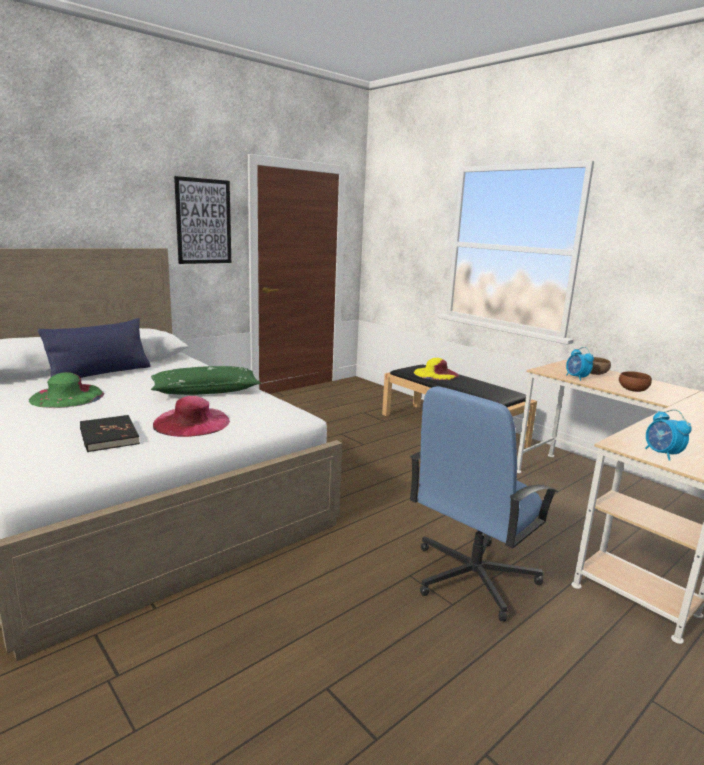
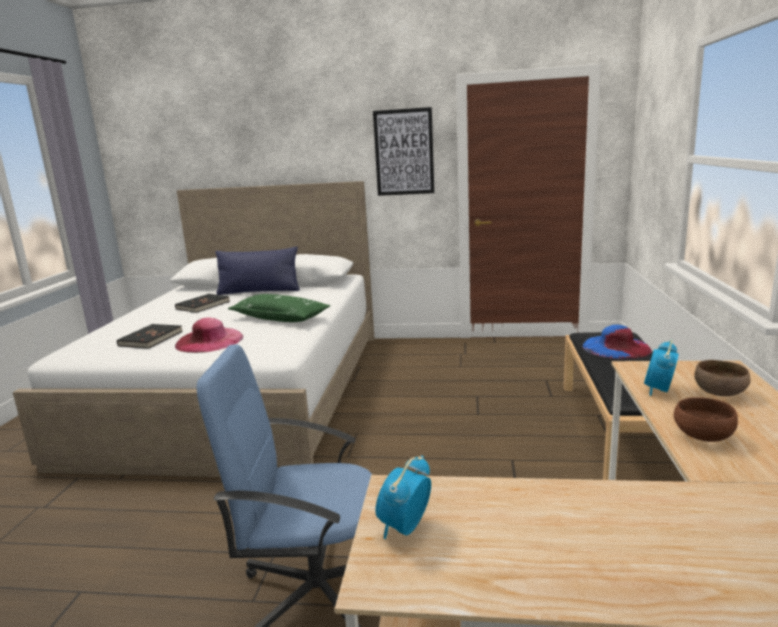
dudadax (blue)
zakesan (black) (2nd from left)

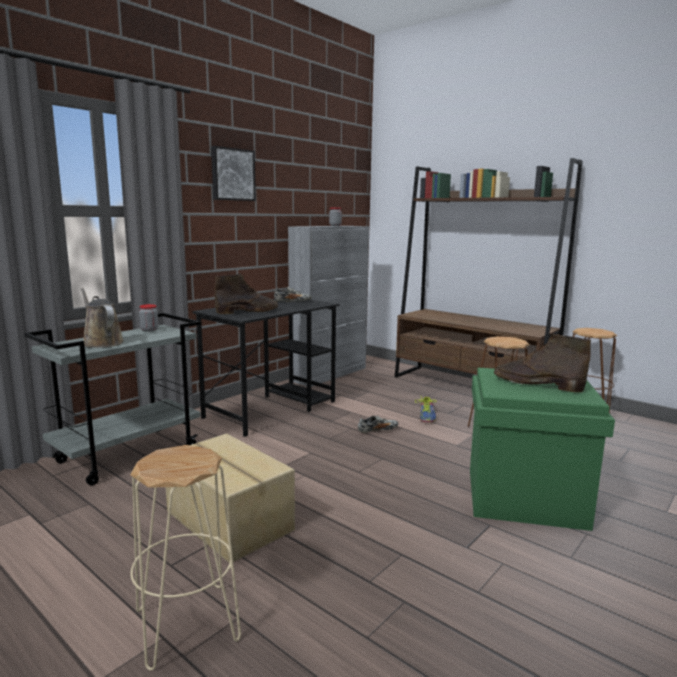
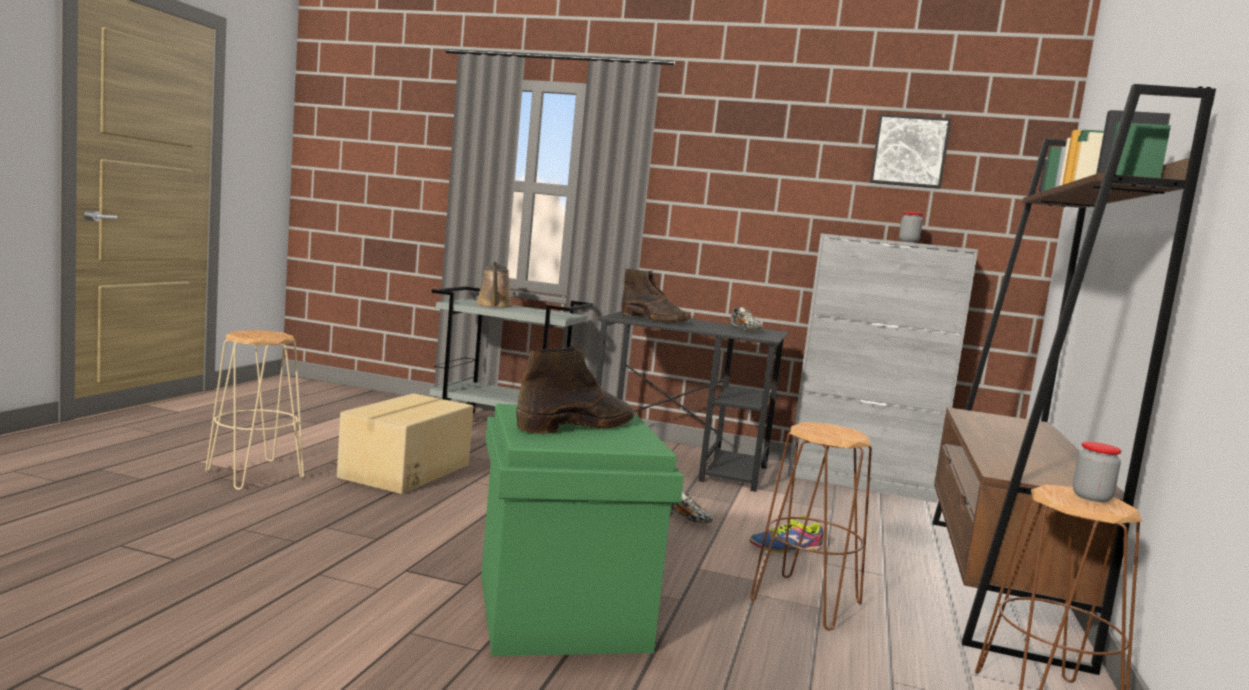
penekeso
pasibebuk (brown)
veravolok (2nd from left)
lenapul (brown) (1st from left)

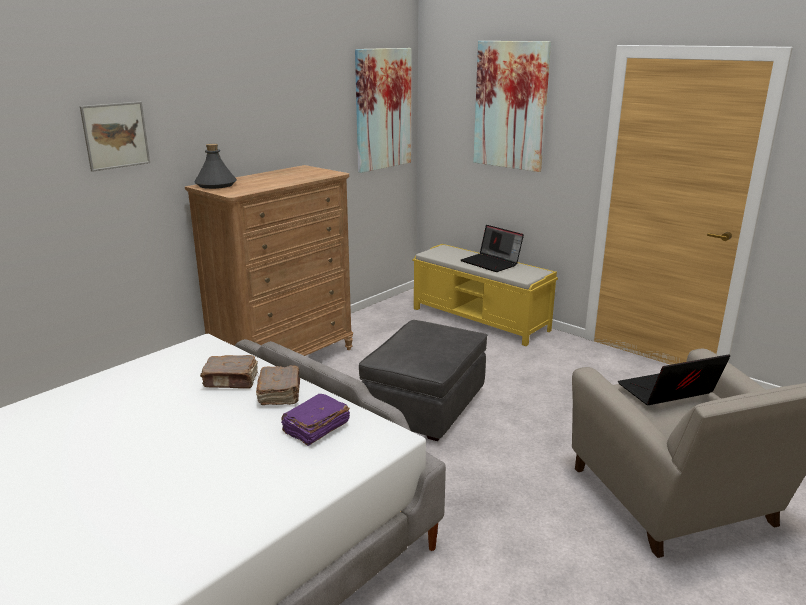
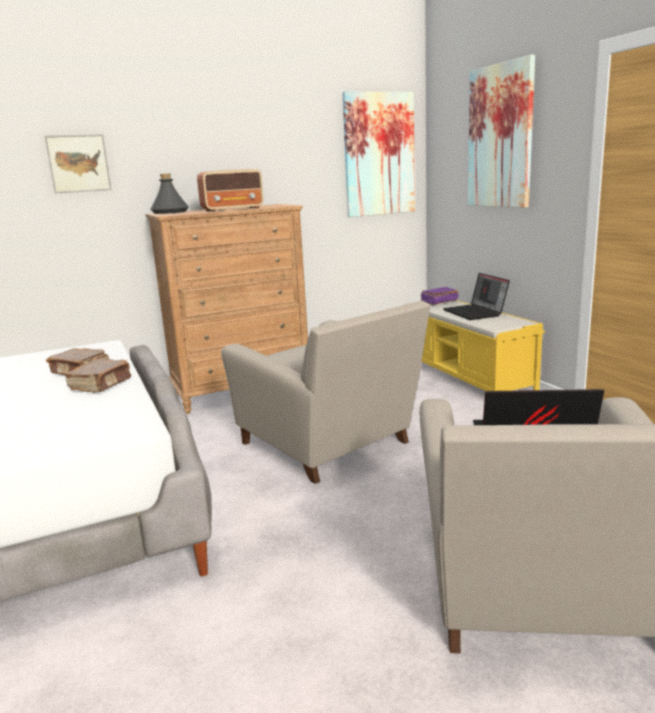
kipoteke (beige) (1st from left)
zakesan (purple)
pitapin

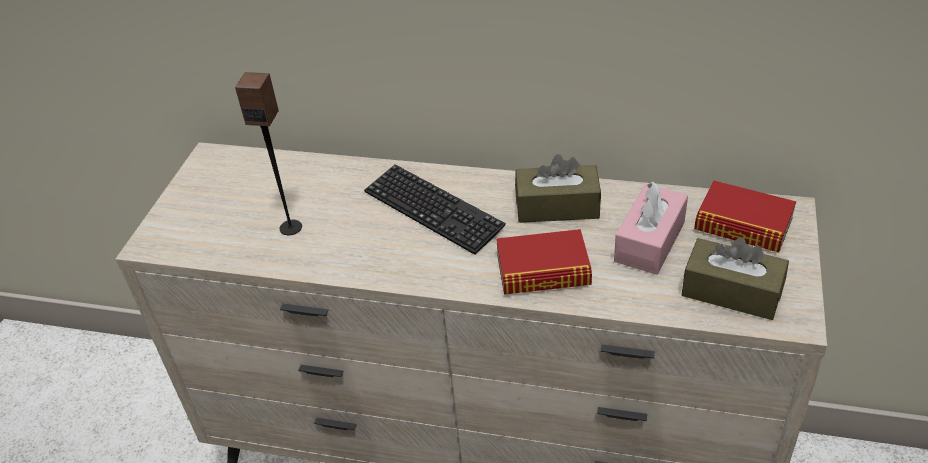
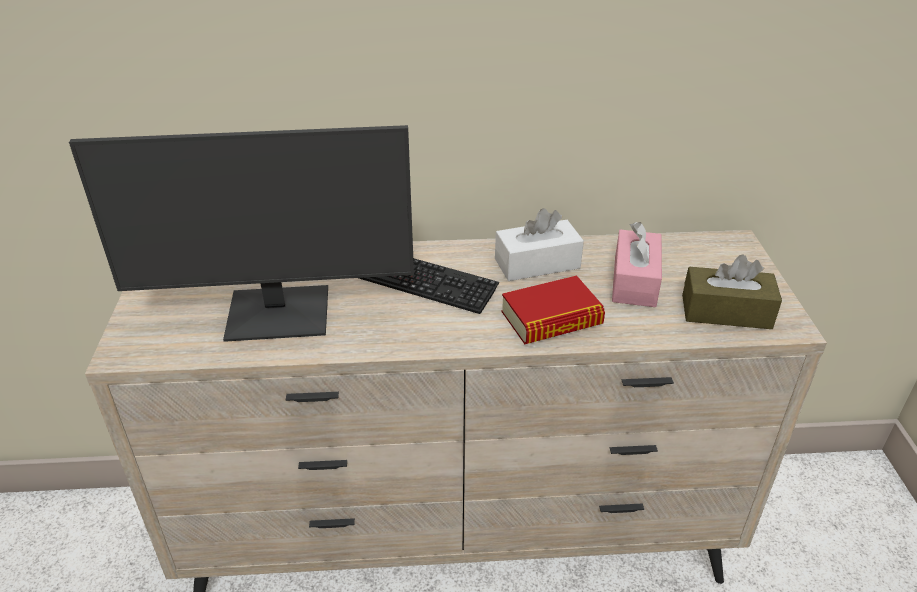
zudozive
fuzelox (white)
zakesan (2nd from left in the first image)

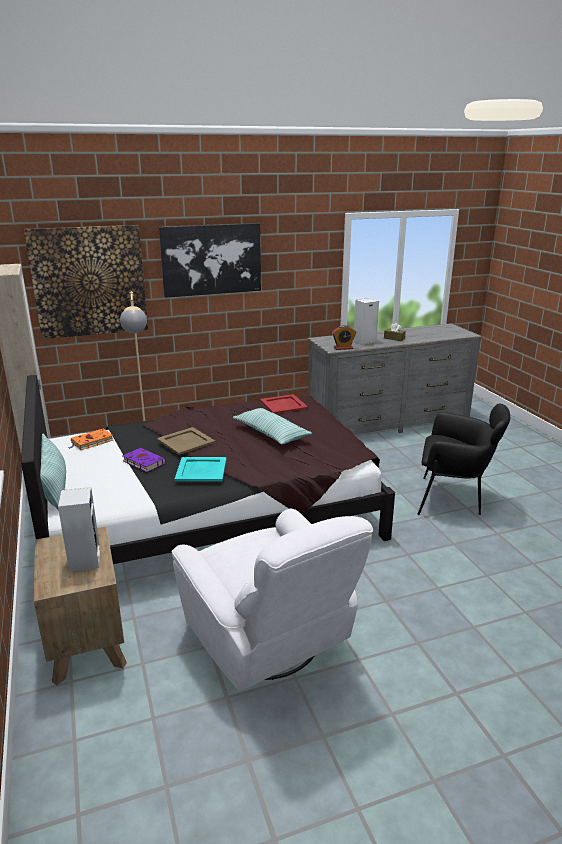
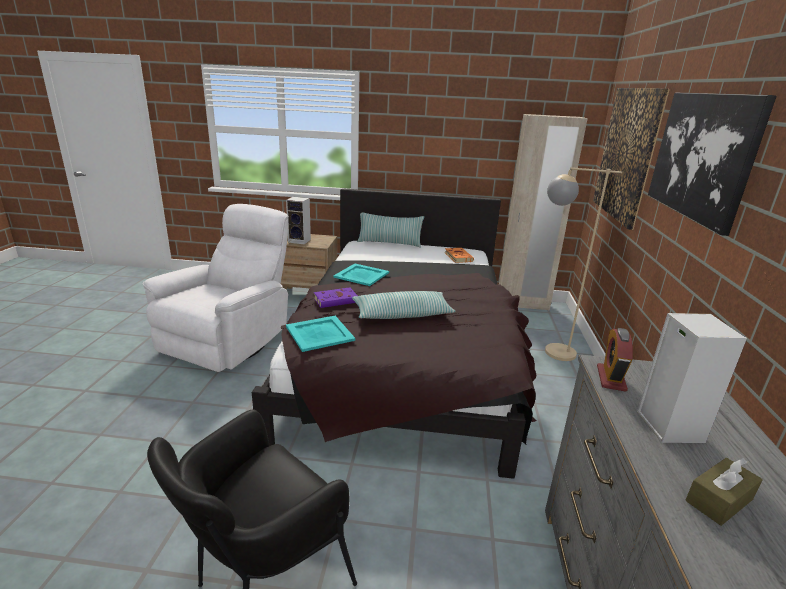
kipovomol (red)
kipovomol (beige)
zakesan (purple)
kipoteke (white)
kipovomol (turquoise) (1st from left)

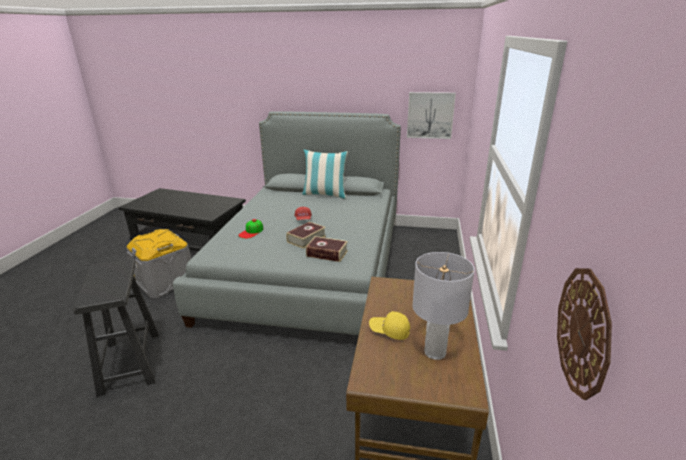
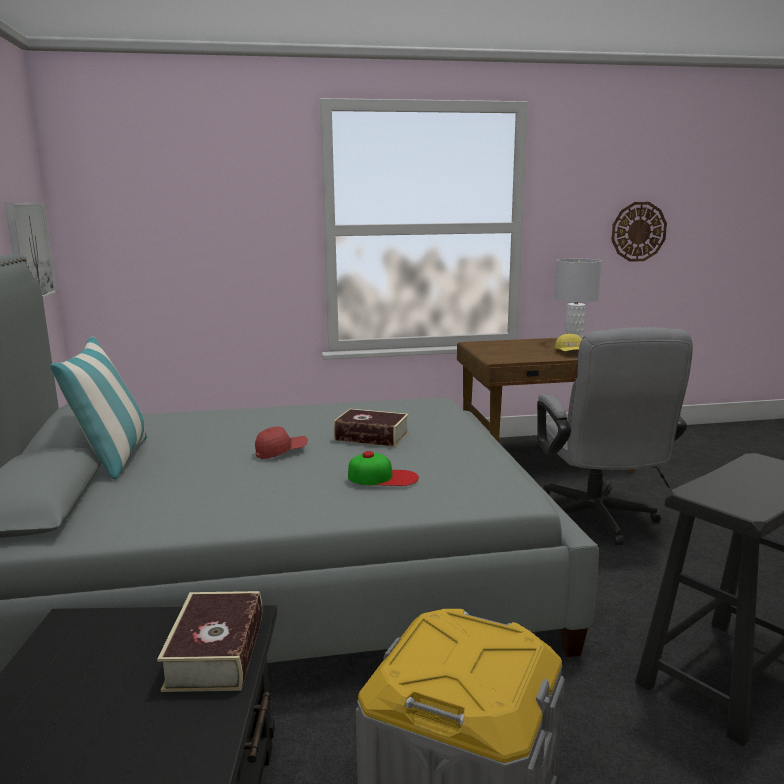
zakesan (1st from left)
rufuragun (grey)

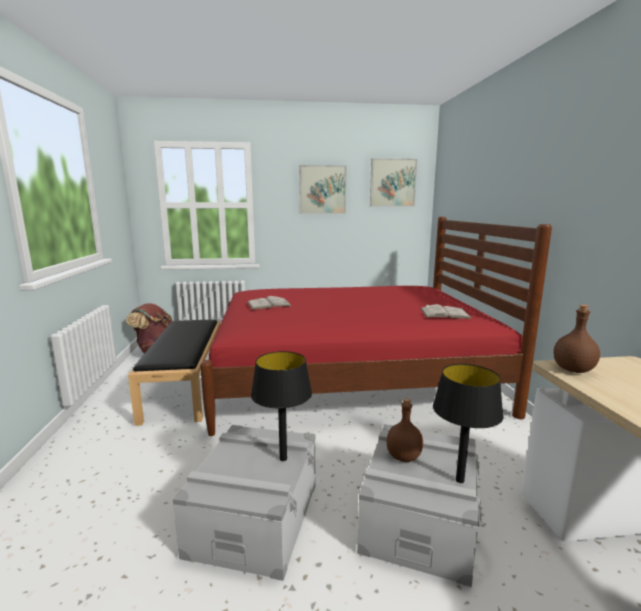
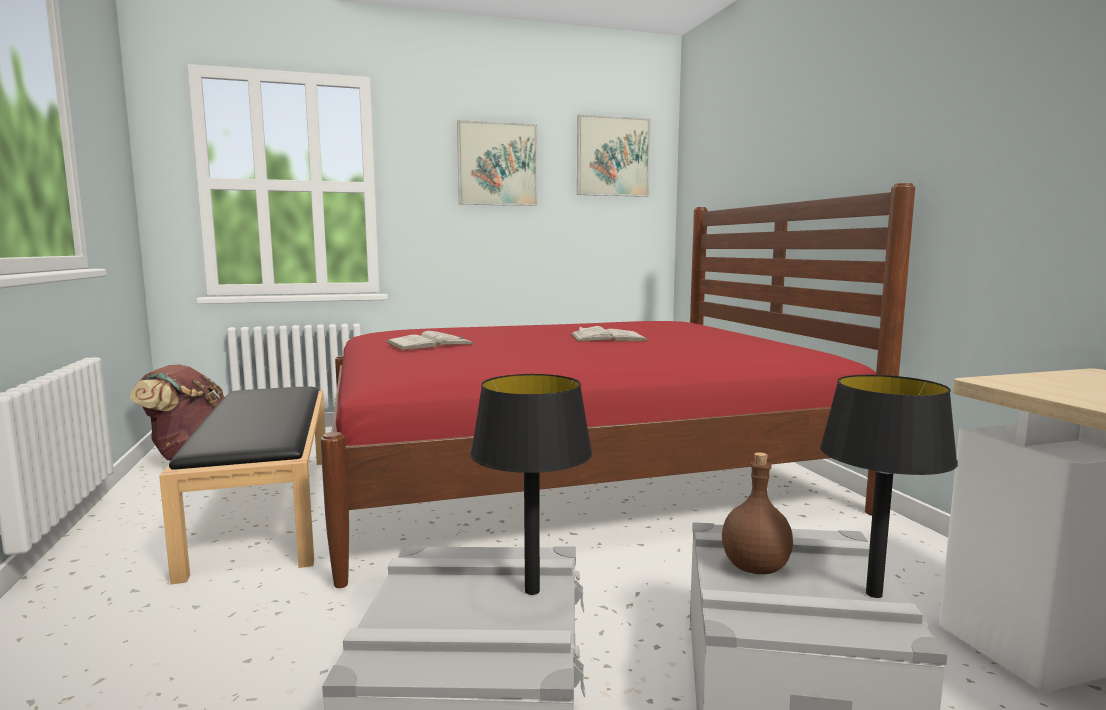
zakesan (white) (2nd from left)
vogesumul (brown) (2nd from left in the first image)

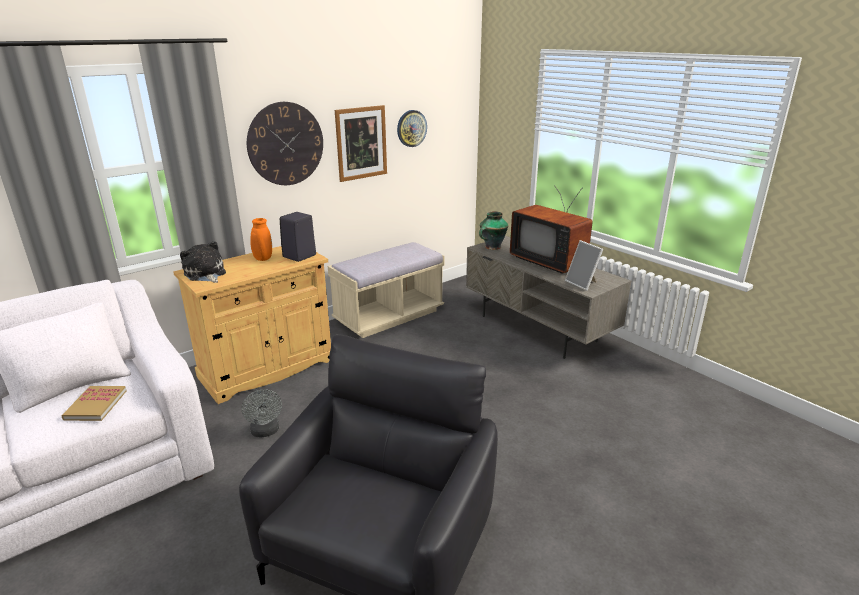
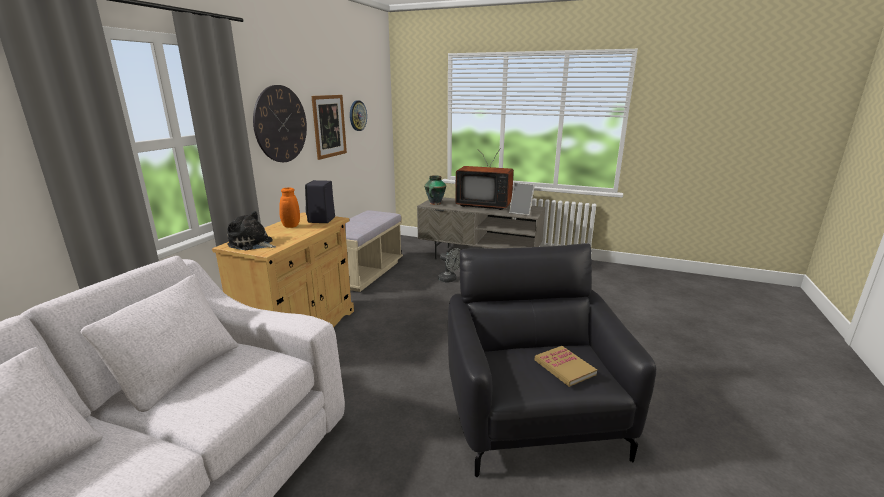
zakesan
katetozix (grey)

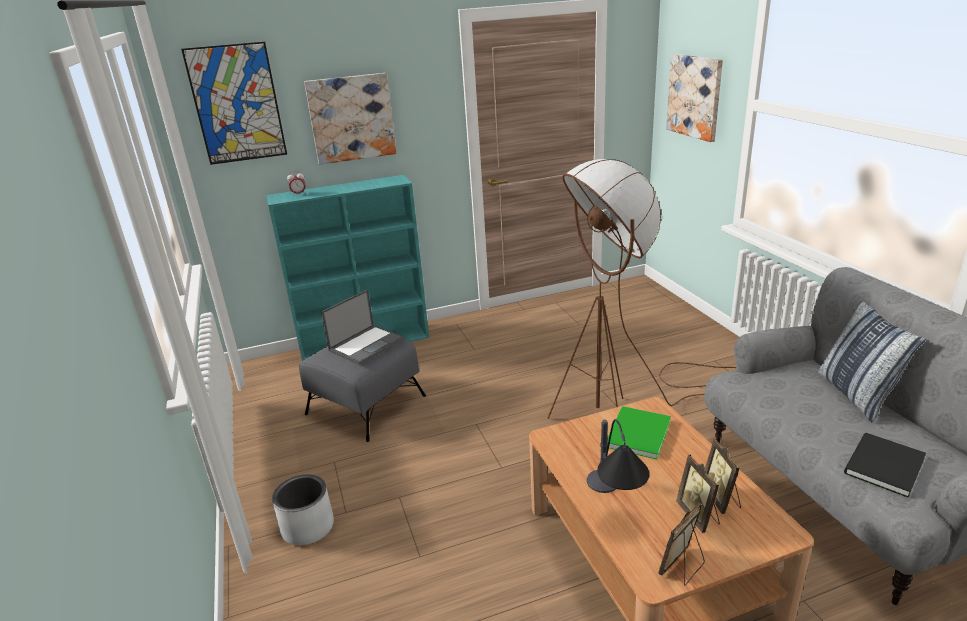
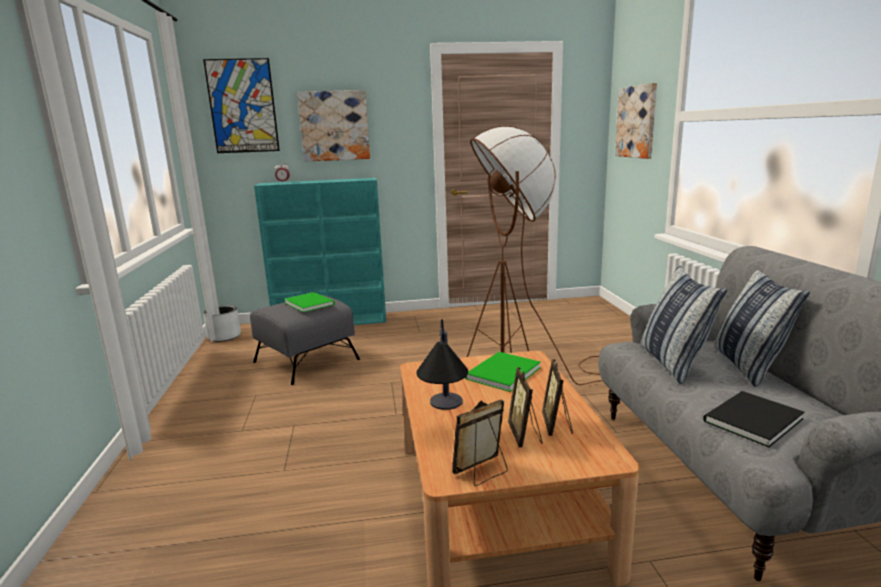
zakesan (green) (1st from left)
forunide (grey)
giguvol (1st from left)

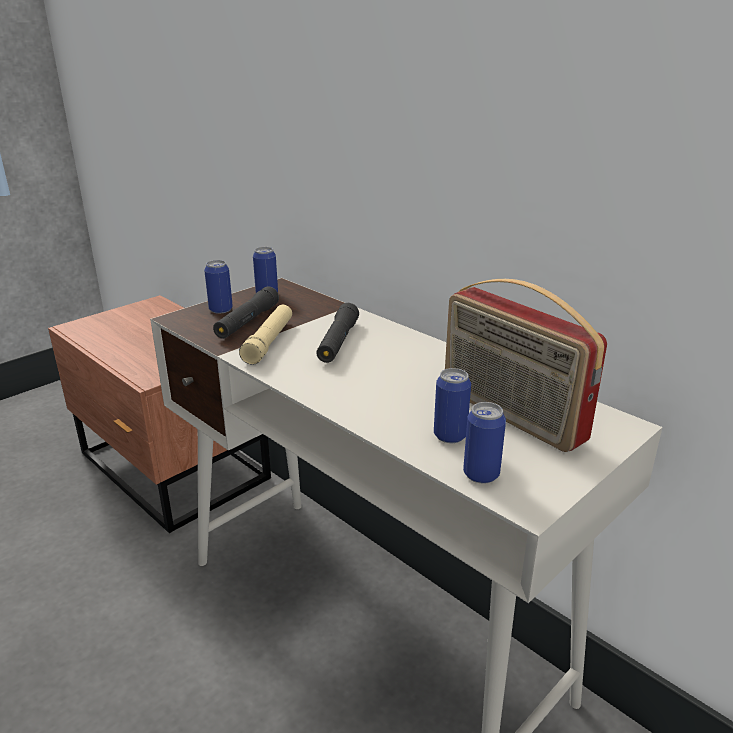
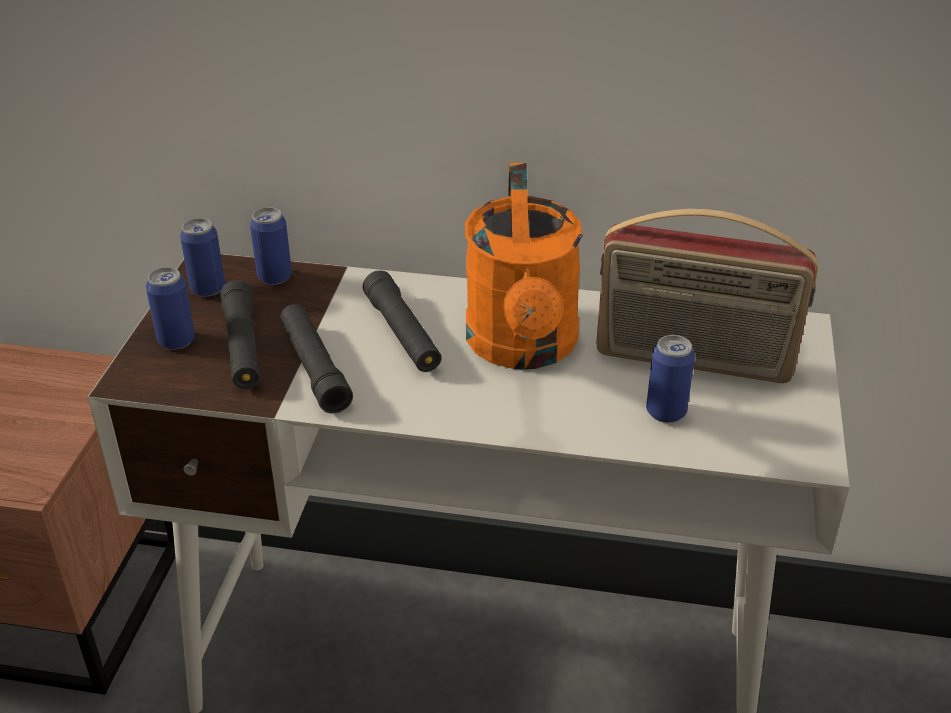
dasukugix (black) (2nd from left)
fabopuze (3rd from left)
pasibebuk (orange)

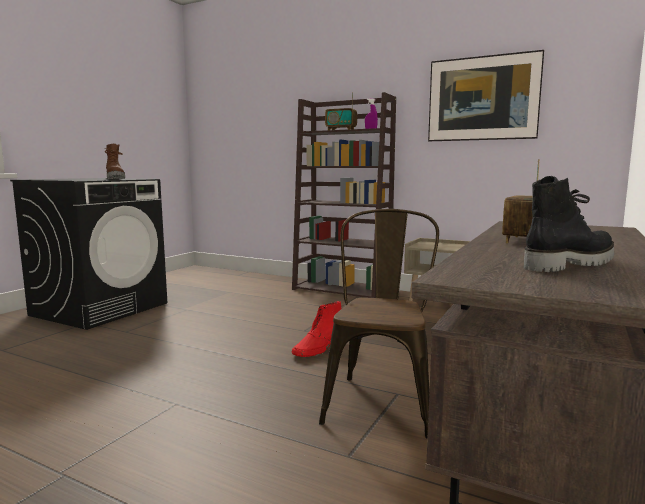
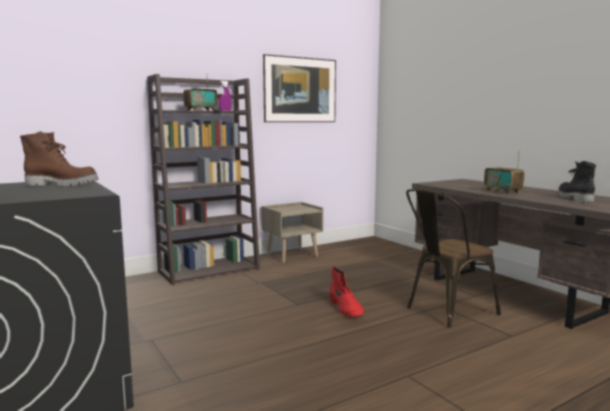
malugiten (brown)

